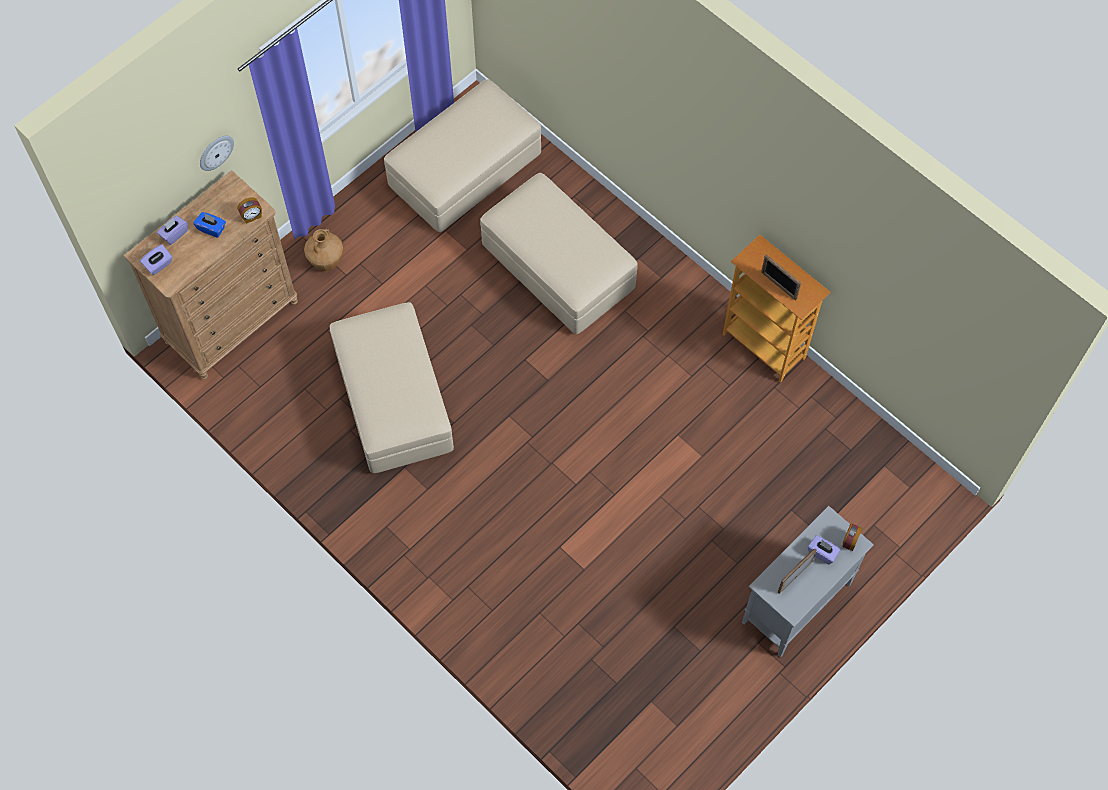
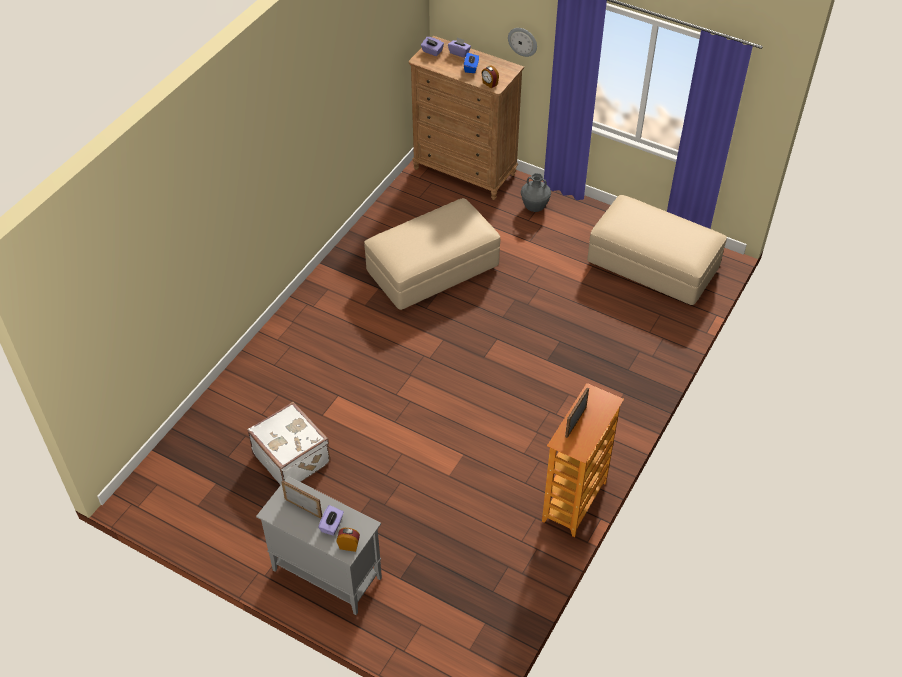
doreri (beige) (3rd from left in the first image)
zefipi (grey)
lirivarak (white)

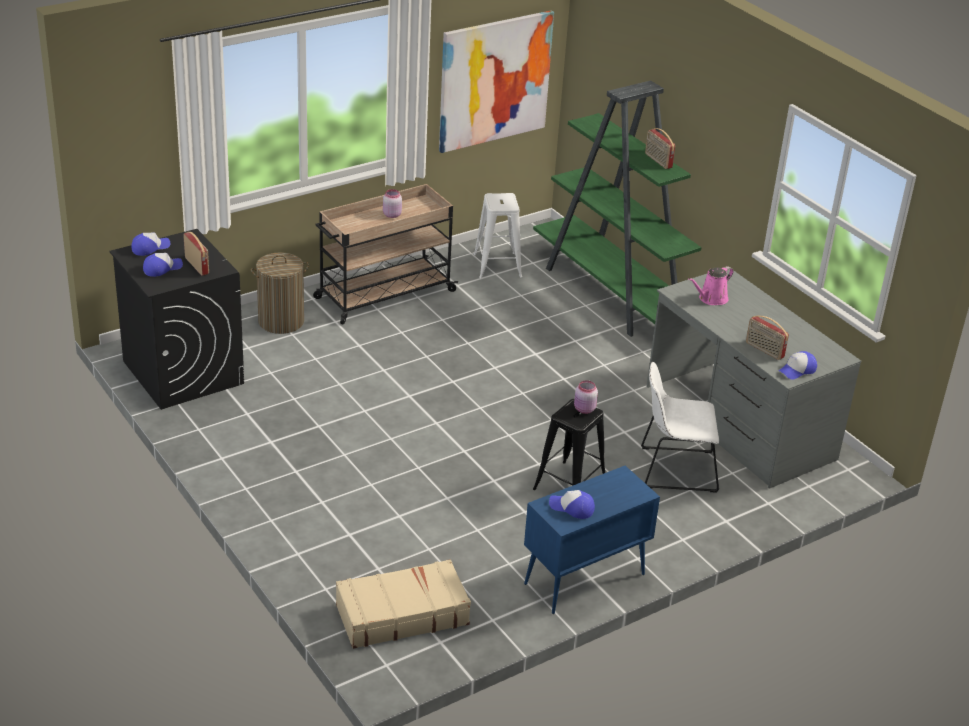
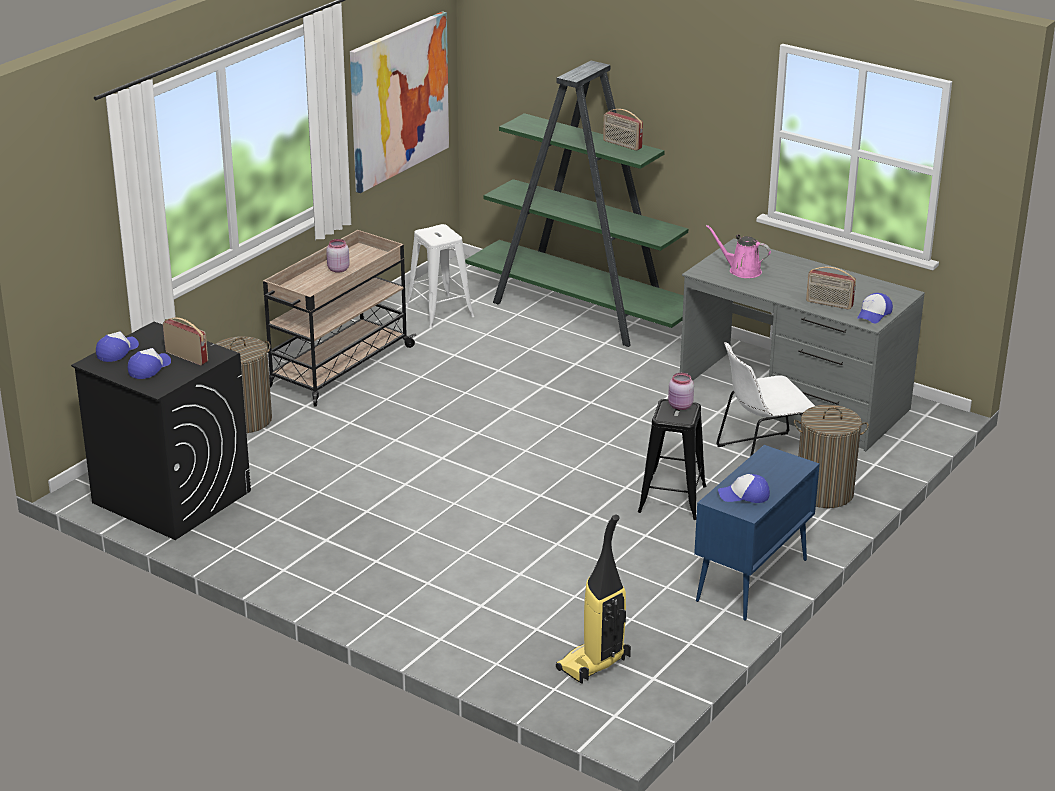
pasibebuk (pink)
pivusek
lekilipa (2nd from left)

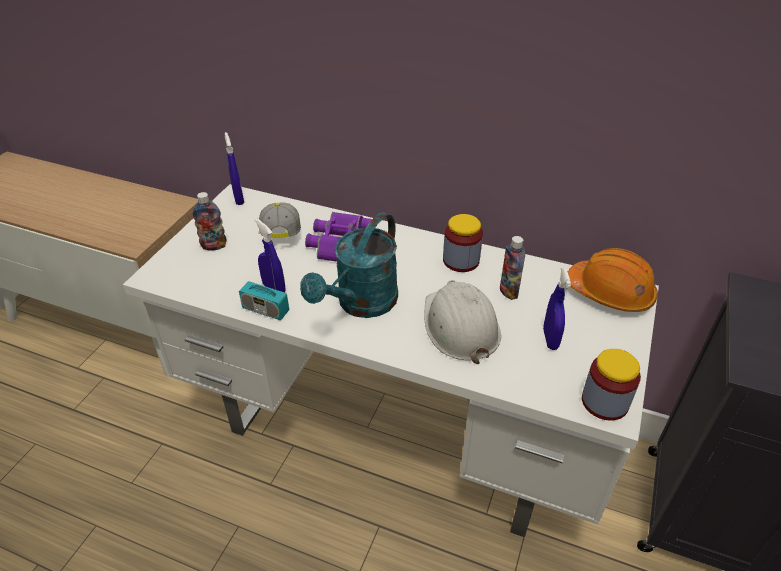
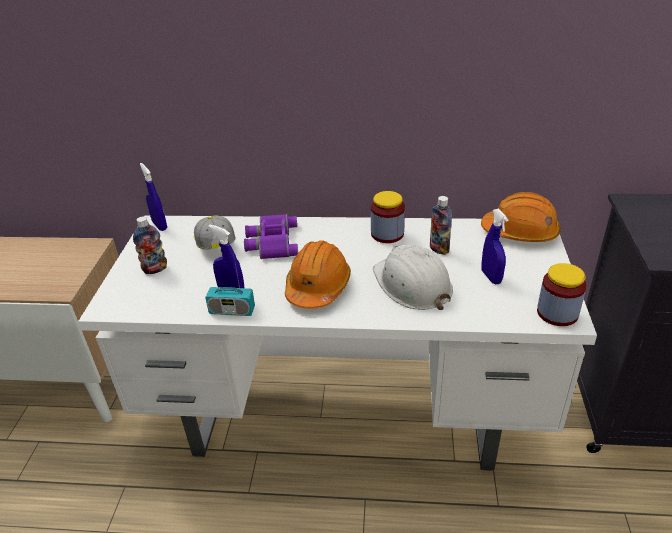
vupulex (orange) (1st from left)

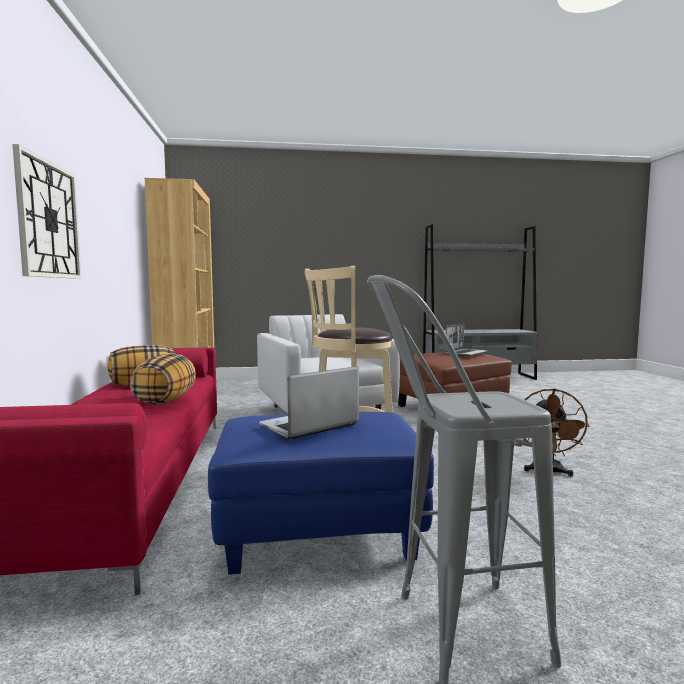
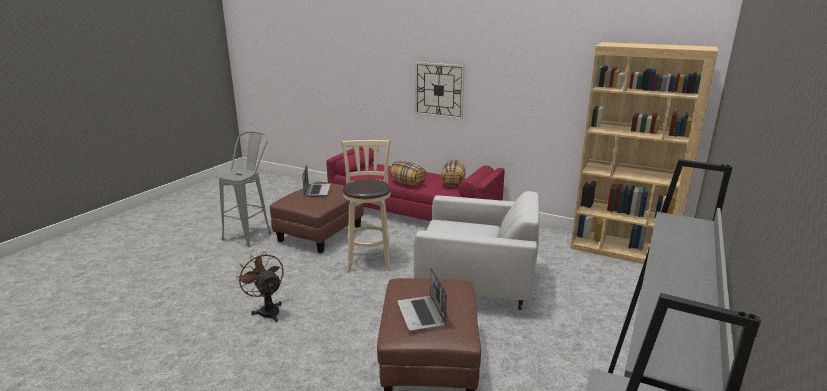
doreri (brown) (1st from left)

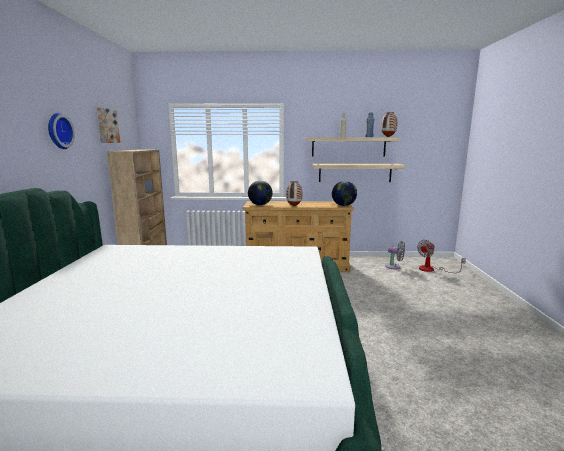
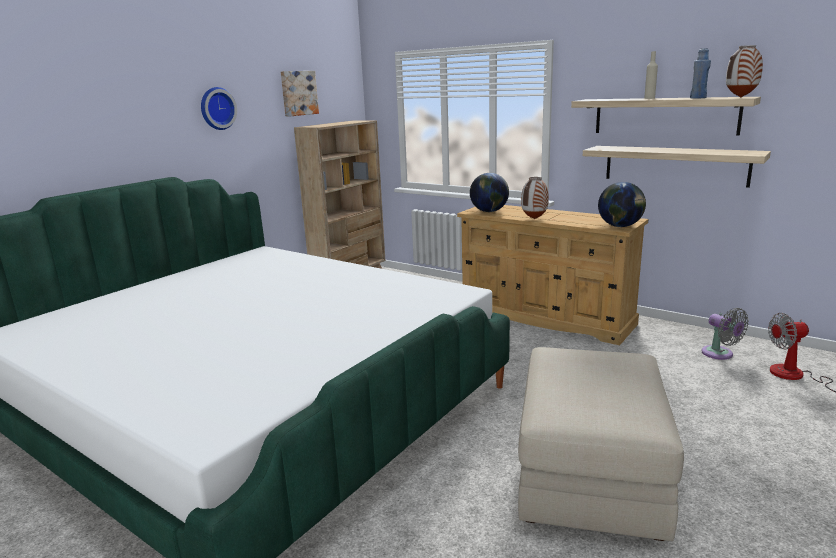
doreri (beige)

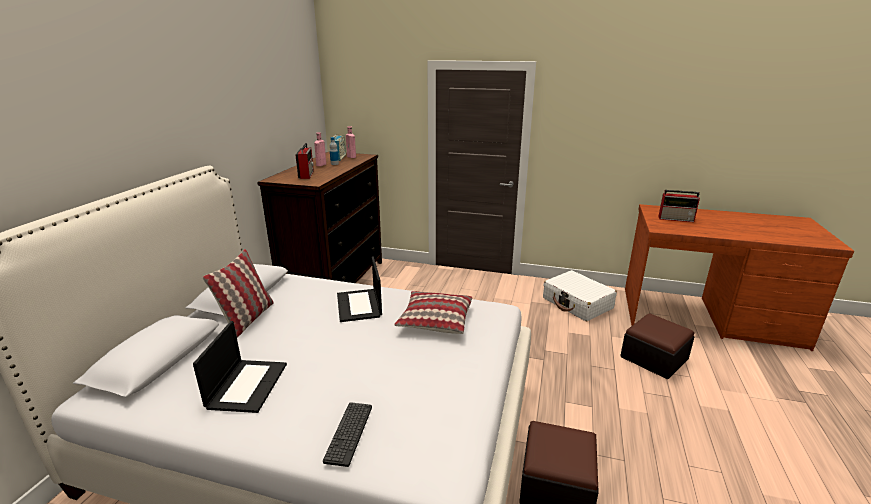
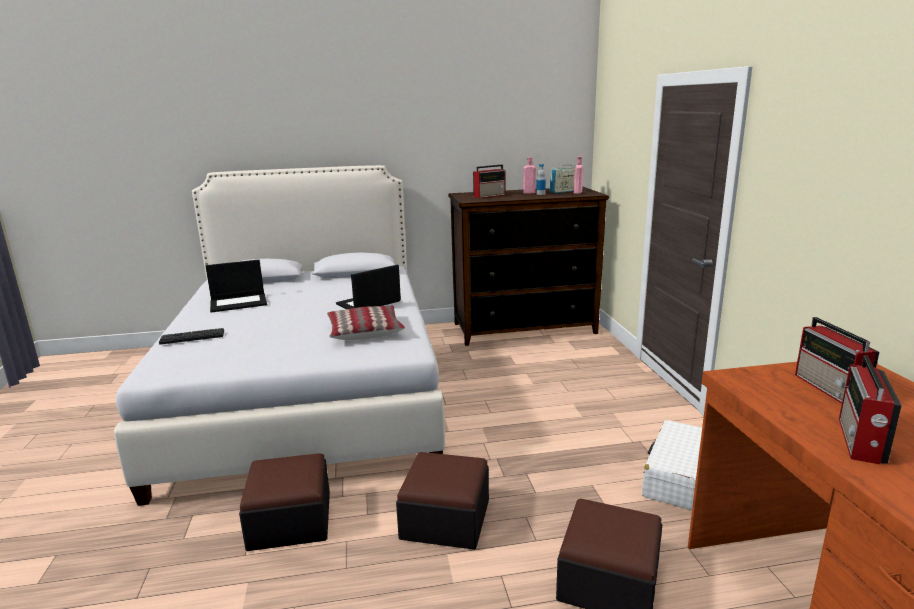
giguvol (1st from left in the first image)
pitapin (4th from left)
doreri (2nd from left)

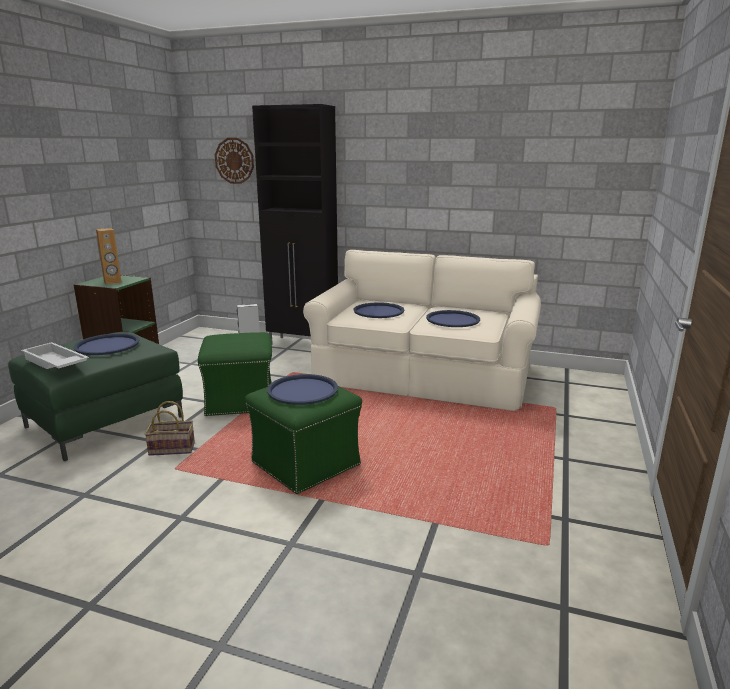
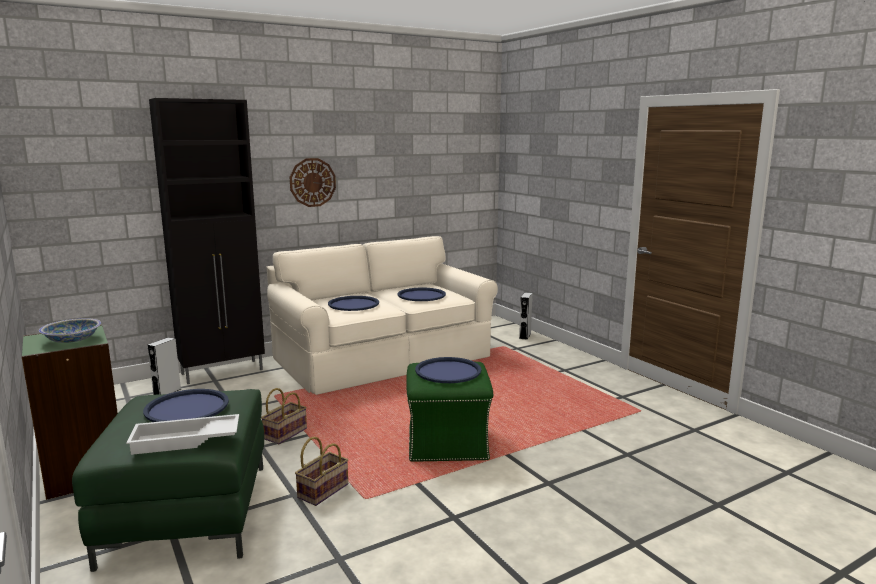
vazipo
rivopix
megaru (1st from left)
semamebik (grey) (2nd from left)

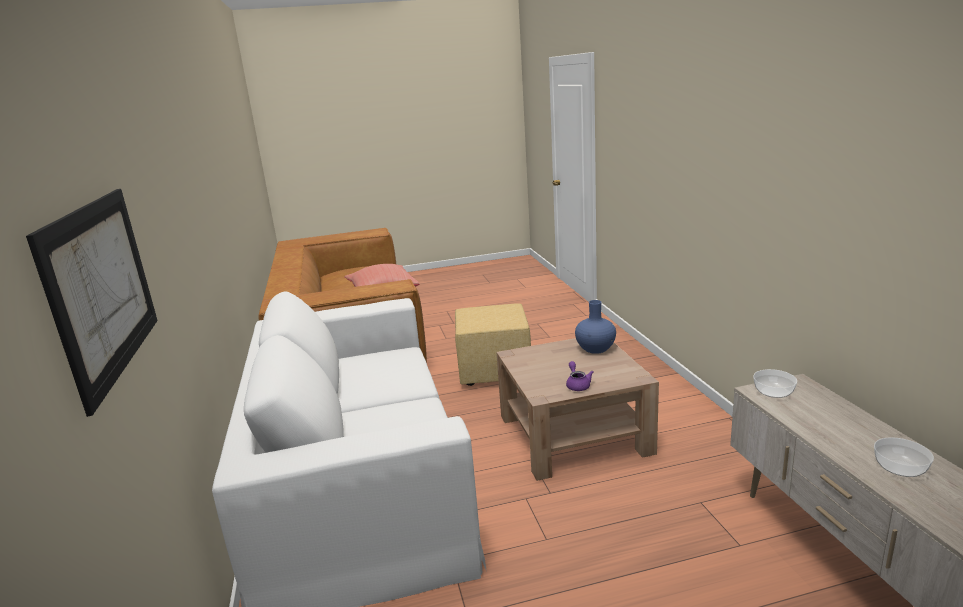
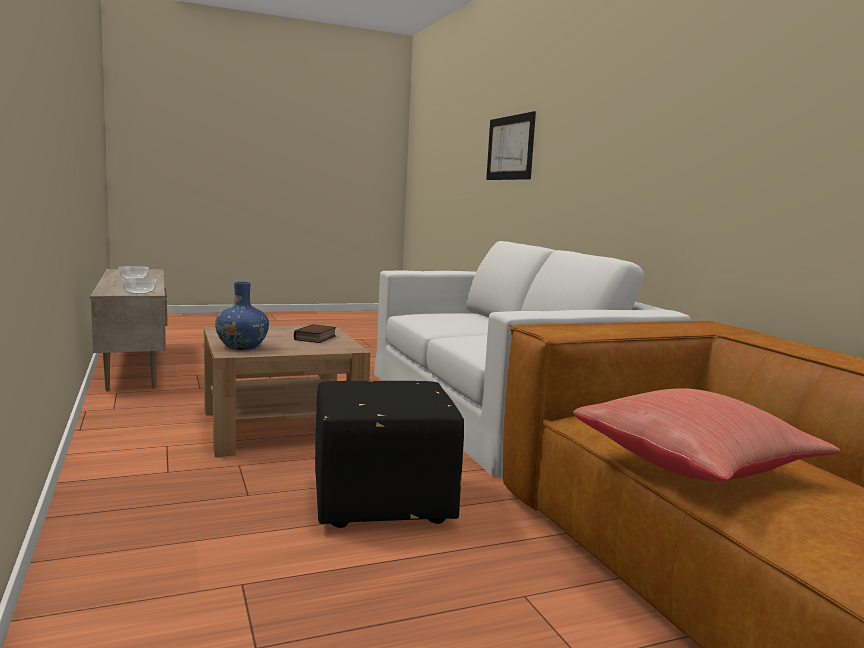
doreri (black)
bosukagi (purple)
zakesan

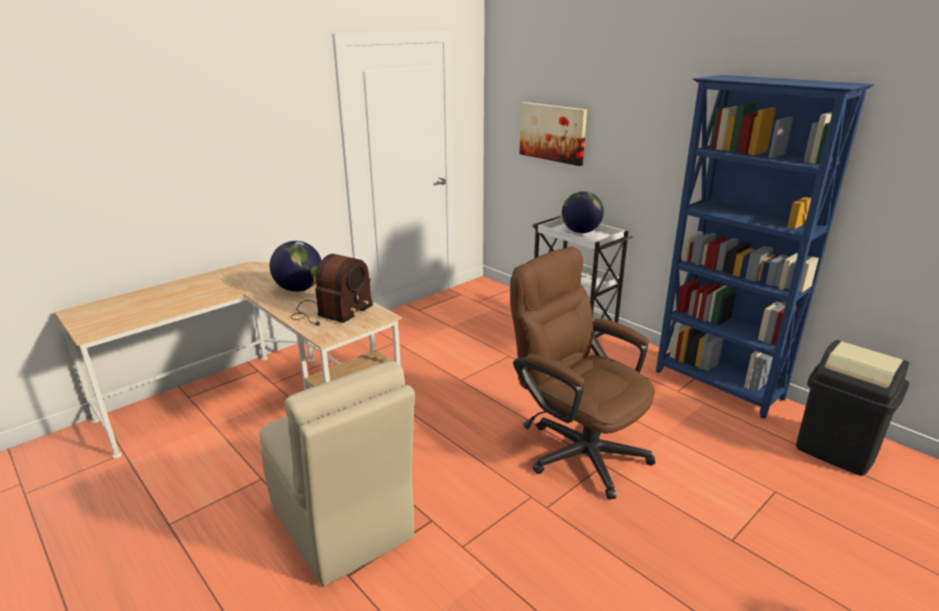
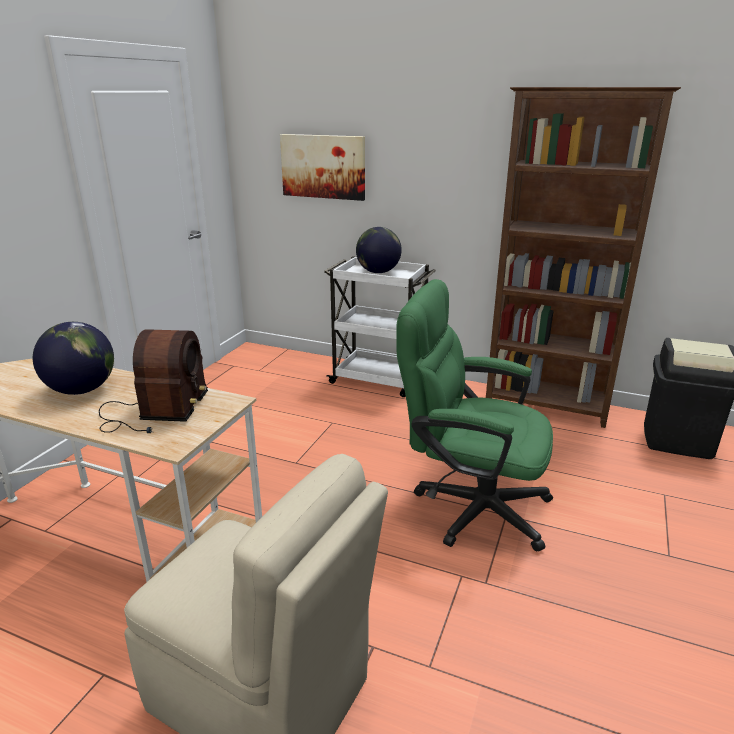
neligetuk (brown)
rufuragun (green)

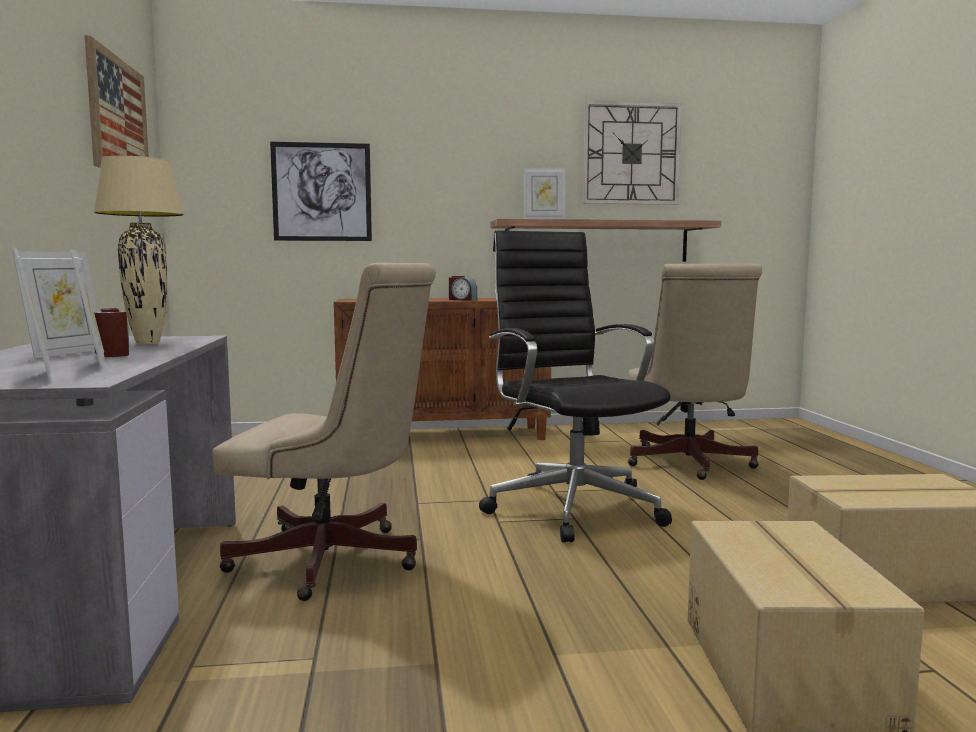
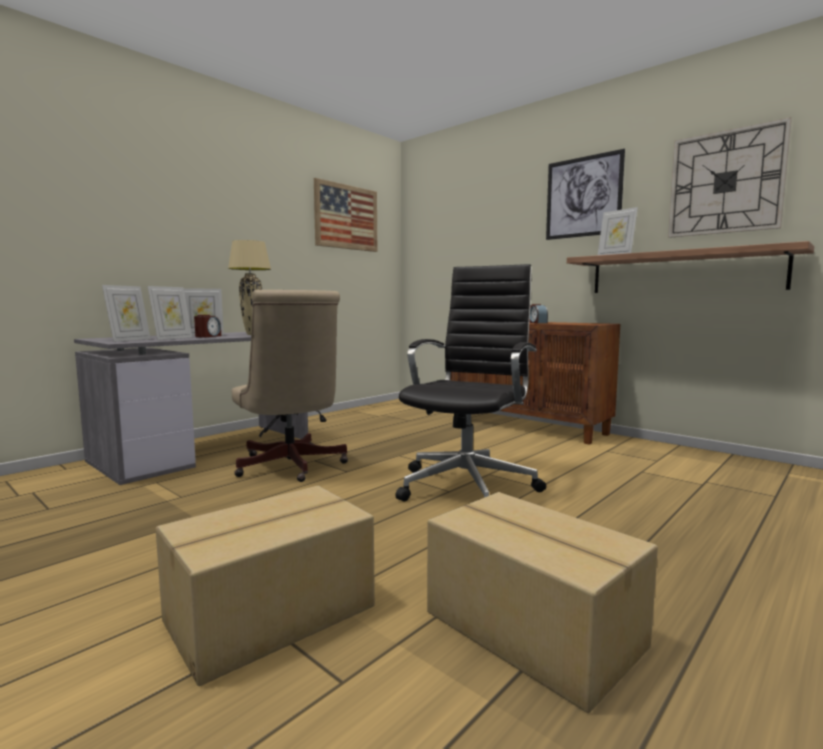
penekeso (2nd from left)
rufuragun (beige) (2nd from left in the first image)

